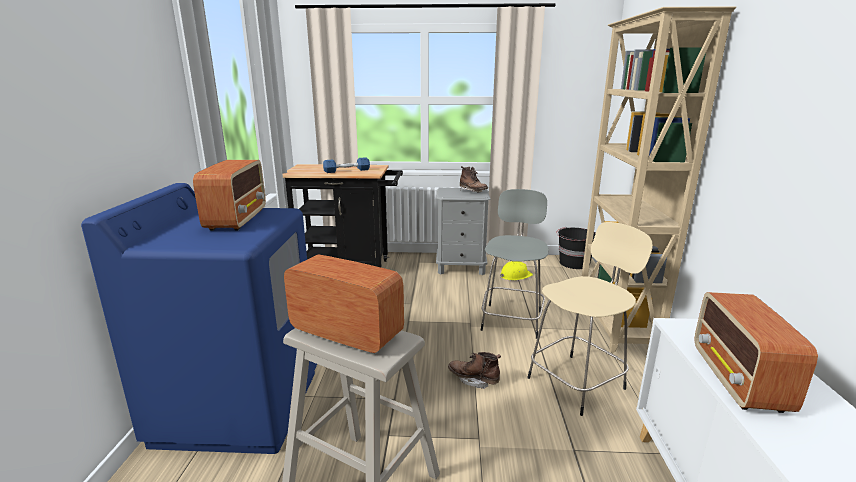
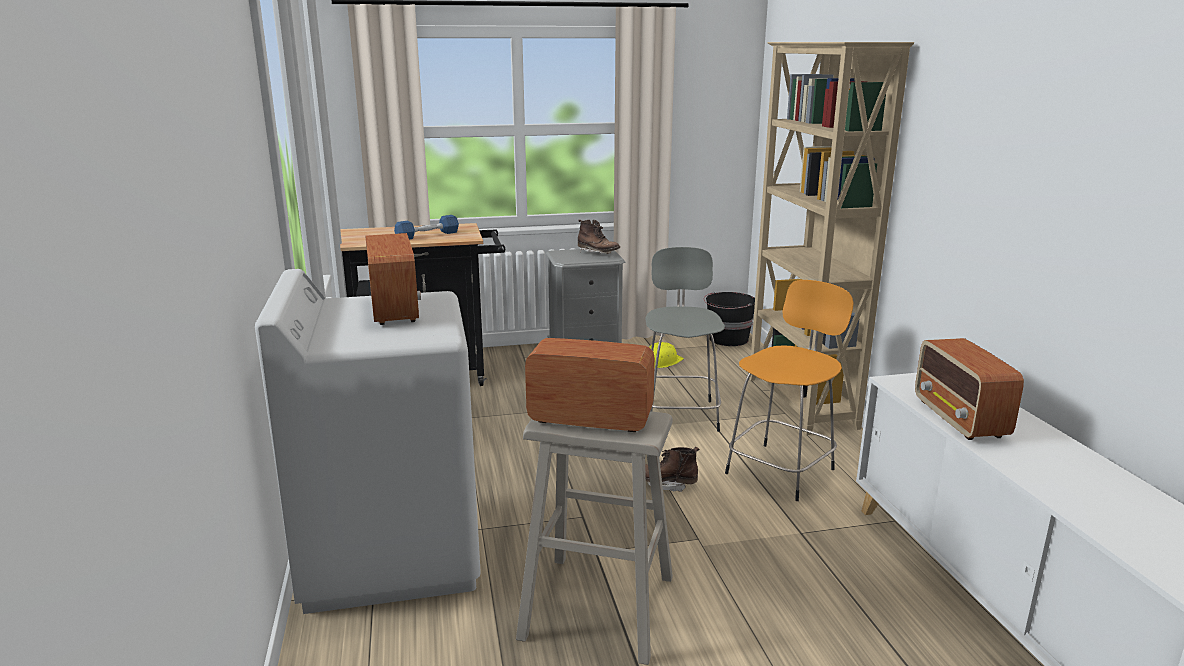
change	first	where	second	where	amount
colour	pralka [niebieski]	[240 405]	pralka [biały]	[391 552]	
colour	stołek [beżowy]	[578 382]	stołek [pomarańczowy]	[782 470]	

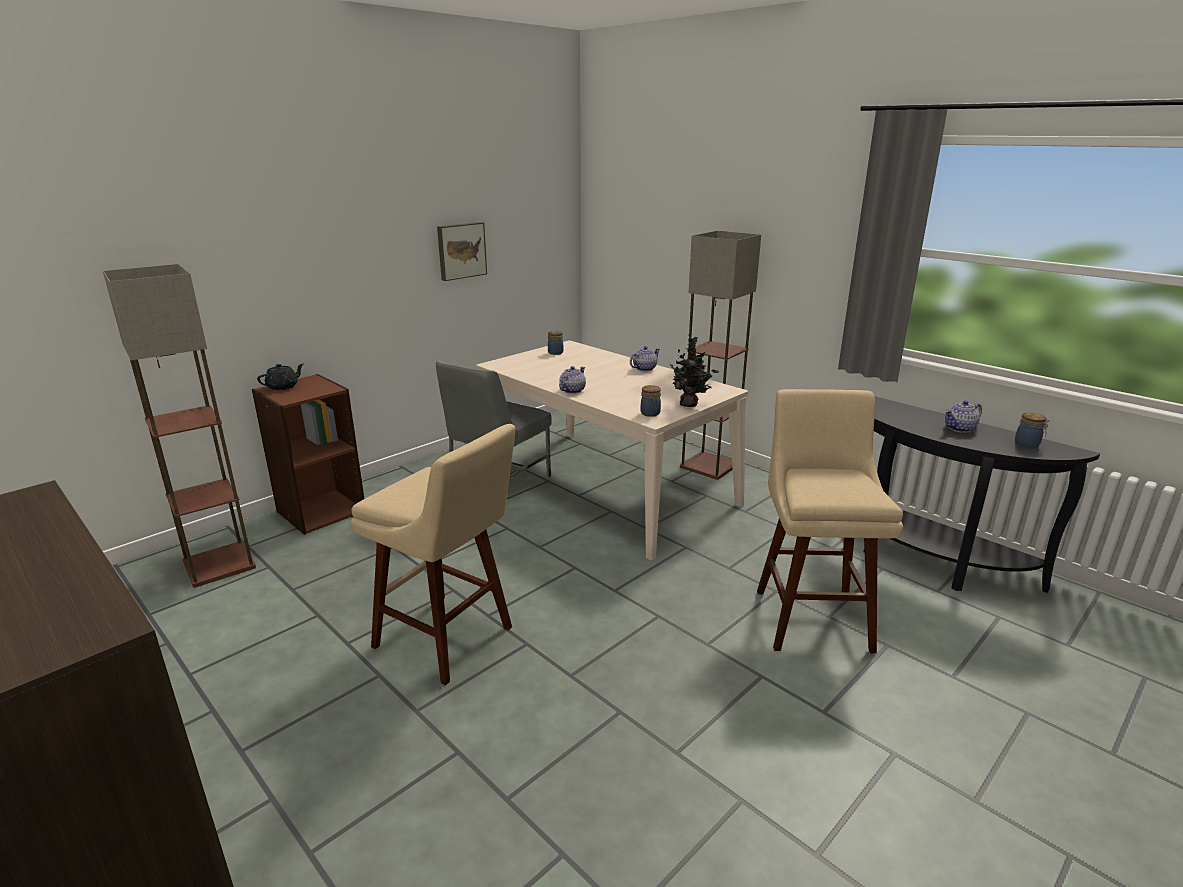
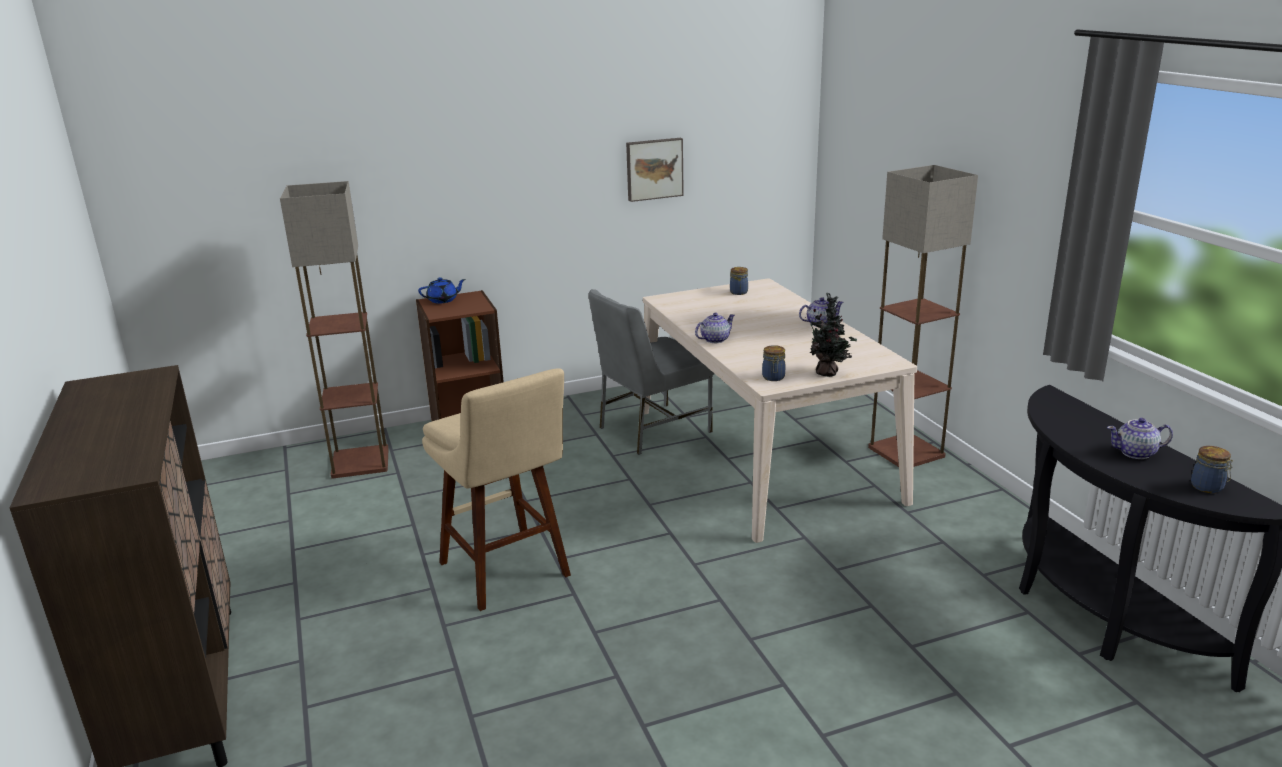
change	first	where	second	where	amount
missing	stołek [beżowy]	[810 614]			
colour	imbryk [czarny]	[283 386]	imbryk [niebieski]	[443 300]	

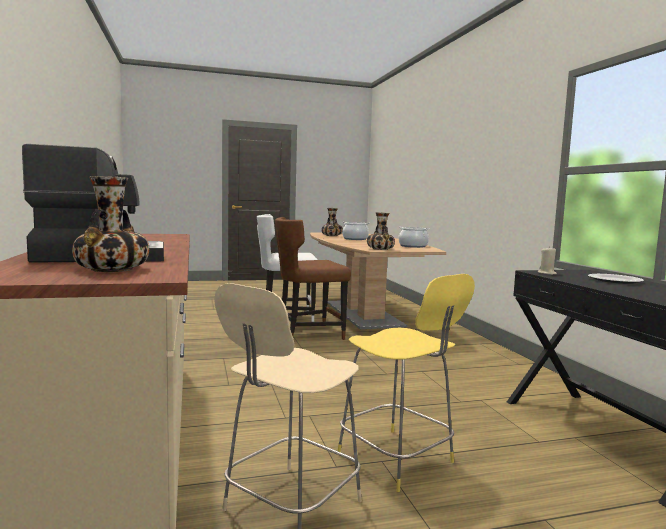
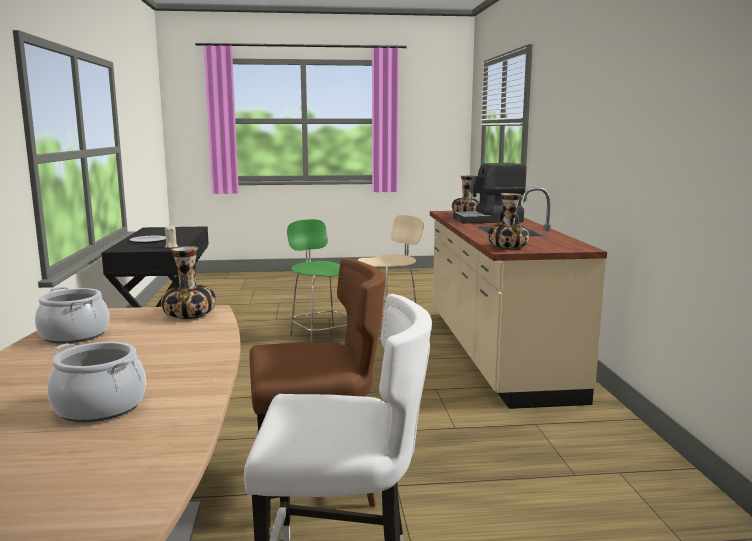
change	first	where	second	where	amount
relocated	wazon	[332 235]		[507 247]	
colour	stołek [żółty]	[398 460]	stołek [zielony]	[321 337]	

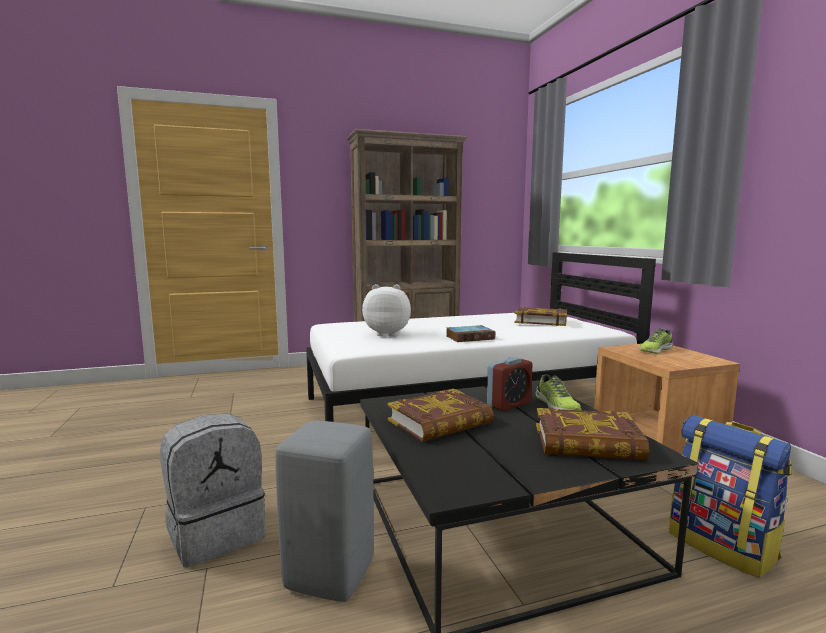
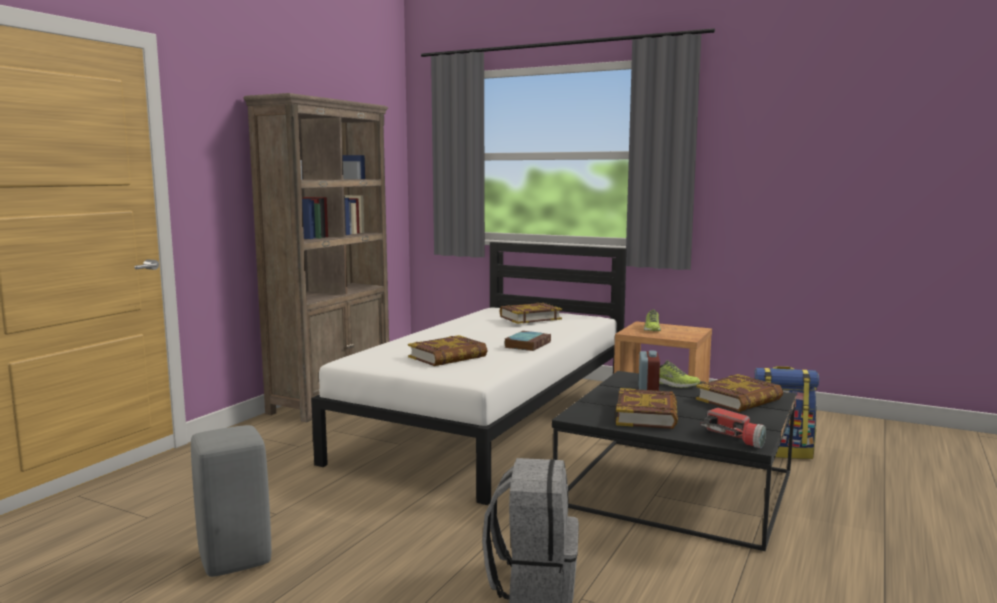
change	first	where	second	where	amount
appeared			latarka	[734 438]	
relocated	stołek [szary]	[328 576]		[234 560]	
exchanged	pluszak	[388 334]	książka	[448 357]	

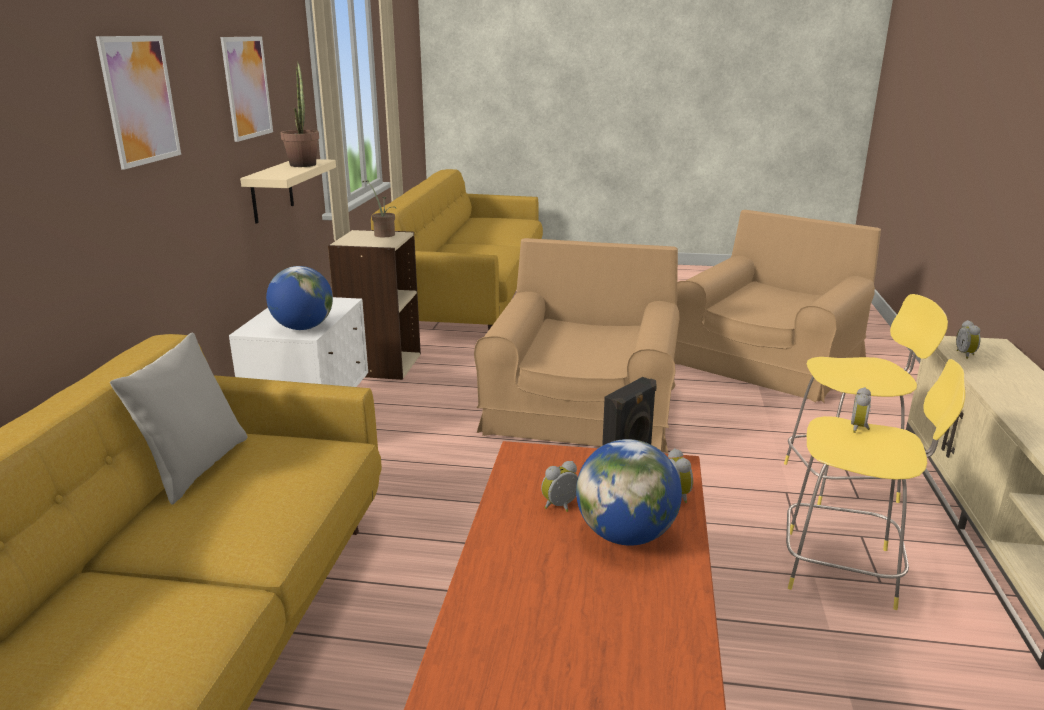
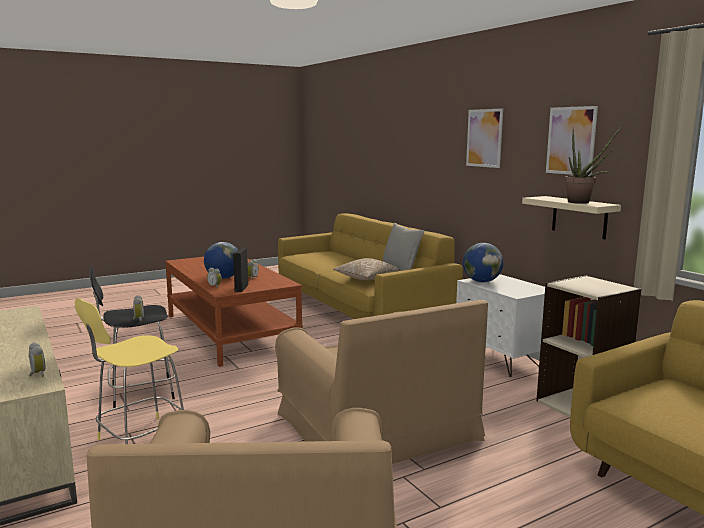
change	first	where	second	where	amount
missing	roślina doniczkowa	[383 234]			
appeared			poduszka	[366 279]	
colour	stołek [żółty]	[844 569]	stołek [czarny]	[139 392]	

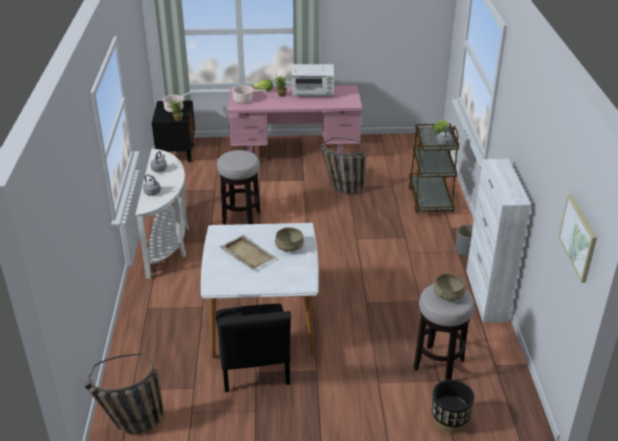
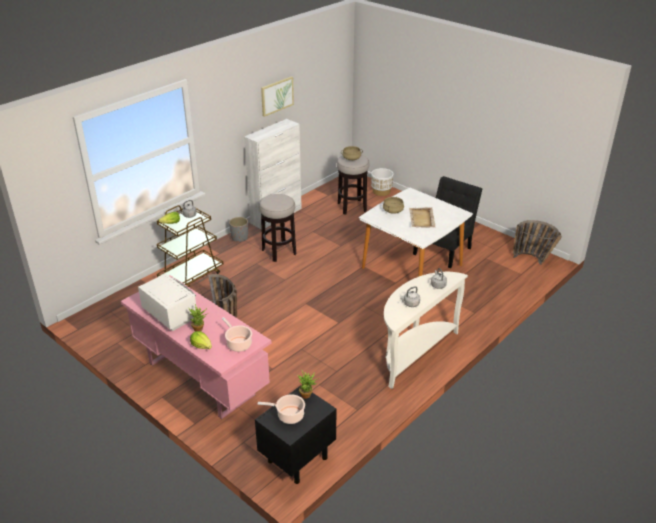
change	first	where	second	where	amount
relocated	stołek	[241 218]		[279 252]	
relocated	obraz	[578 237]		[277 96]	
colour	donica [czarny]	[449 421]	donica [biały]	[381 191]	

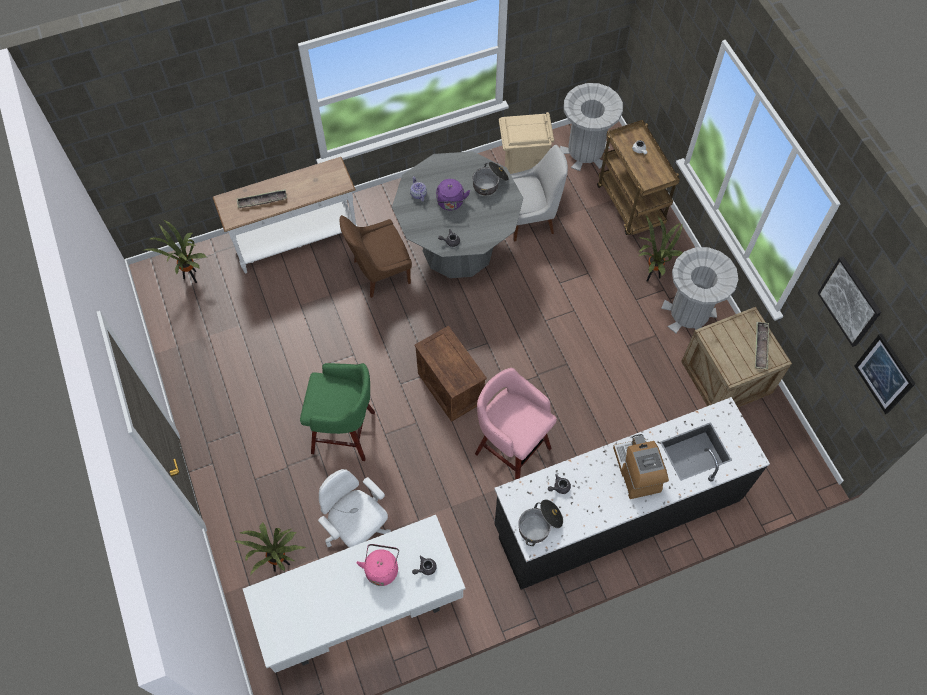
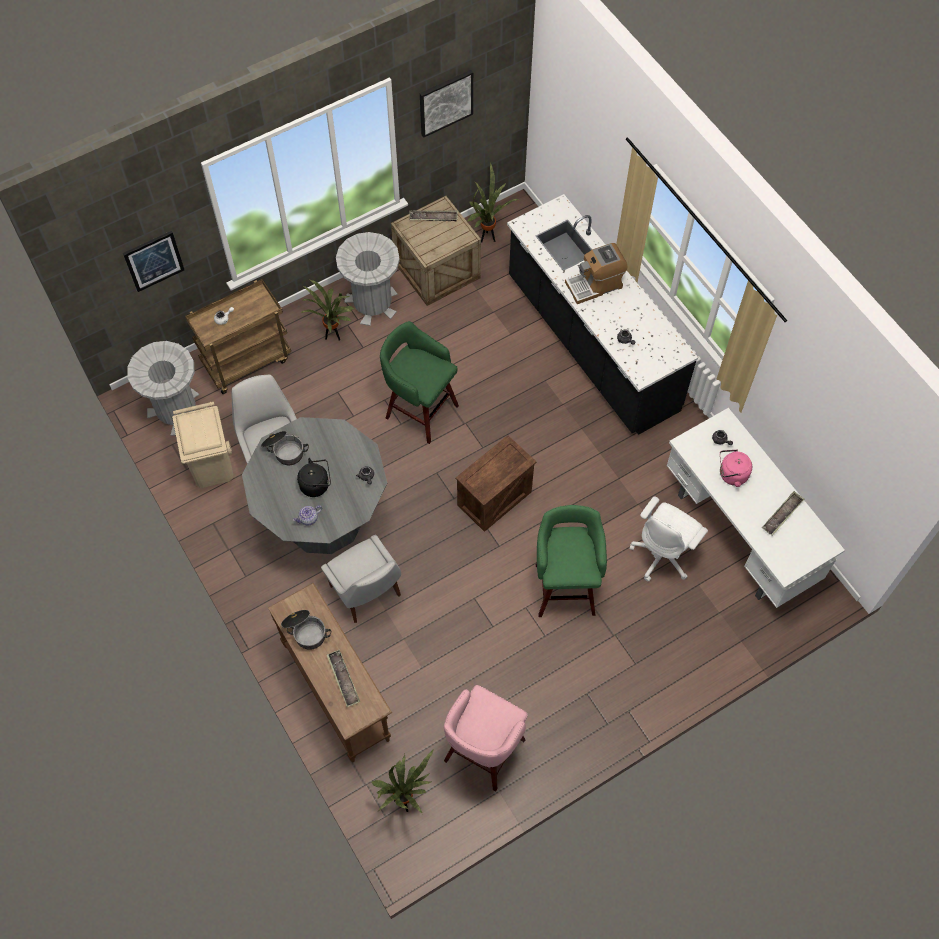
change	first	where	second	where	amount
appeared			stołek [zielony]	[420 410]	
appeared			taca	[782 515]	
relocated	roślina doniczkowa	[281 564]		[488 237]	
relocated	stołek [różowy]	[511 449]		[483 752]	
relocated	garnek	[540 525]		[305 631]	
relocated	obraz	[885 373]		[153 260]	
colour	stolik konsolowy [biały]	[297 242]	stolik konsolowy [brązowy]	[337 691]	
colour	krzesło [brązowy]	[379 273]	krzesło [biały]	[367 593]	
colour	czajnik [fioletowy]	[450 203]	czajnik [czarny]	[316 485]	

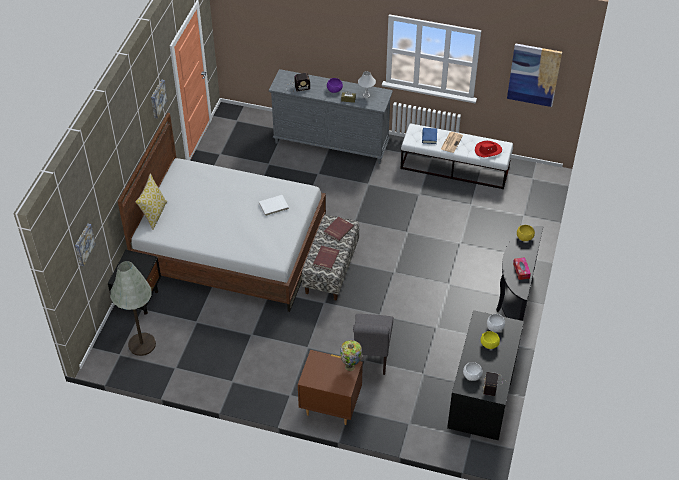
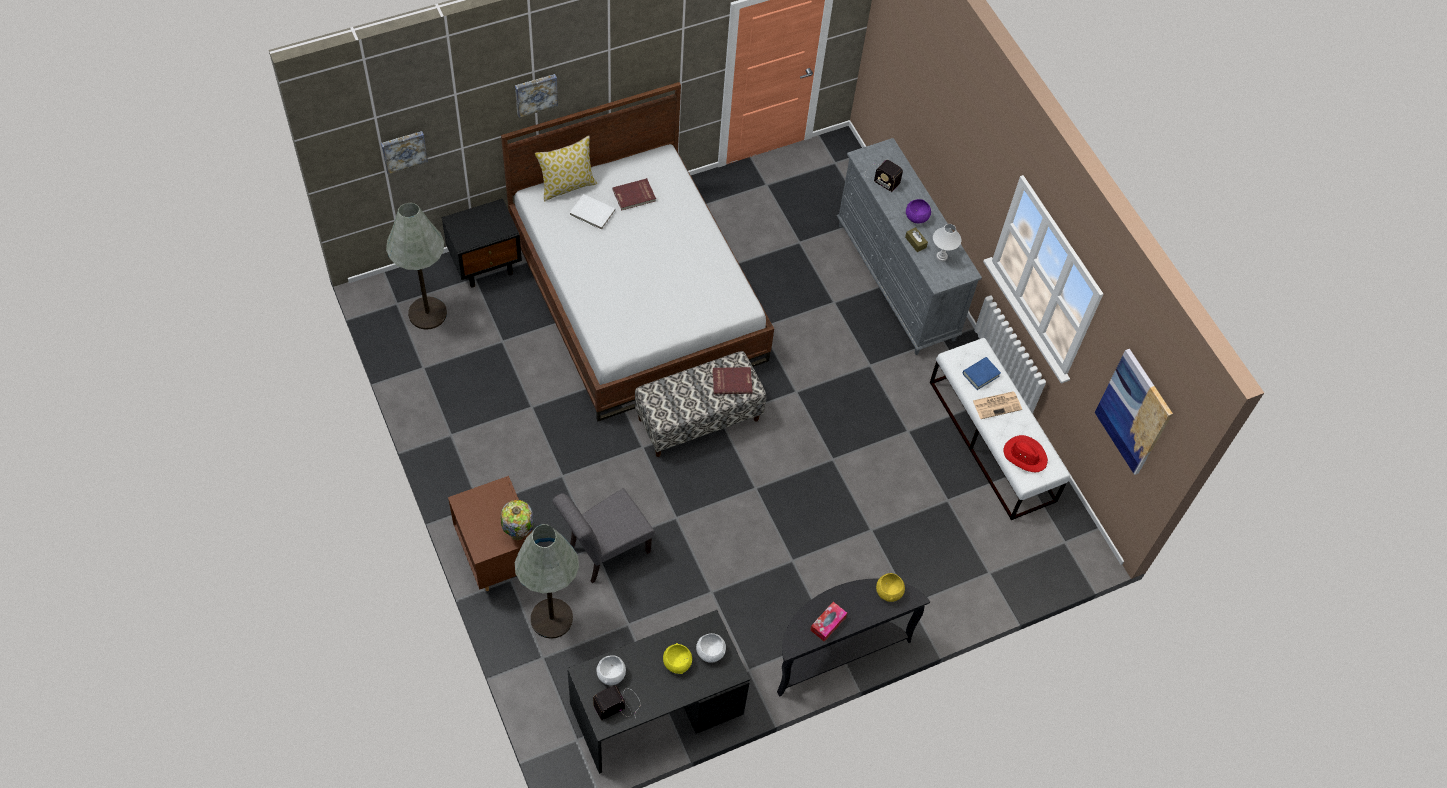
change	first	where	second	where	amount
appeared			lampa stojąca [szary]	[551 618]	
relocated	obraz	[157 98]		[535 94]	
relocated	książka [biały]	[274 206]		[592 213]	
relocated	książka [czerwony]	[326 259]		[634 196]	

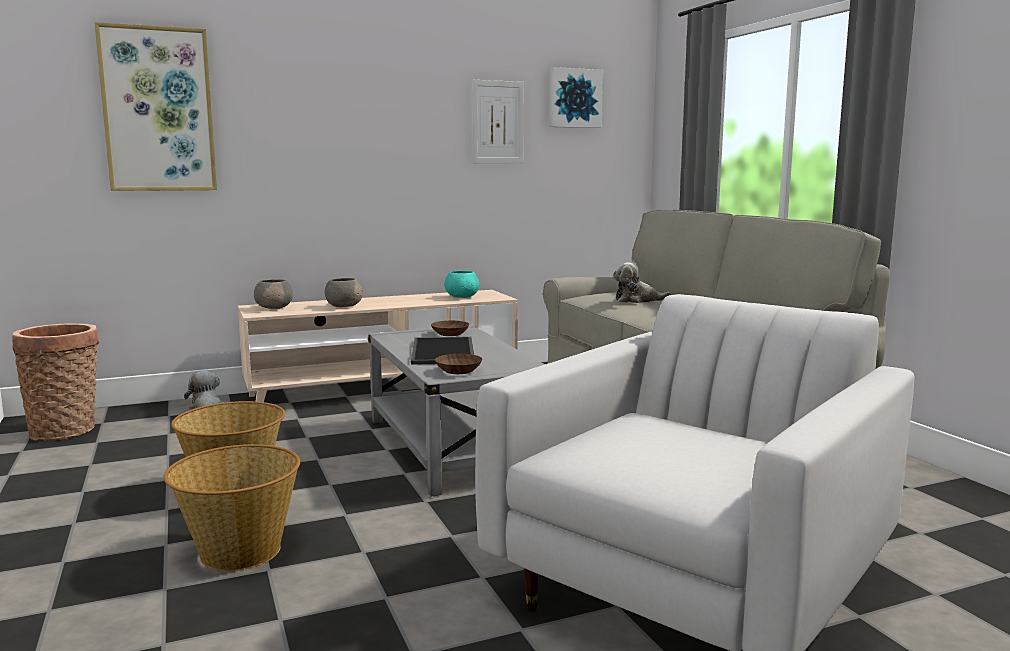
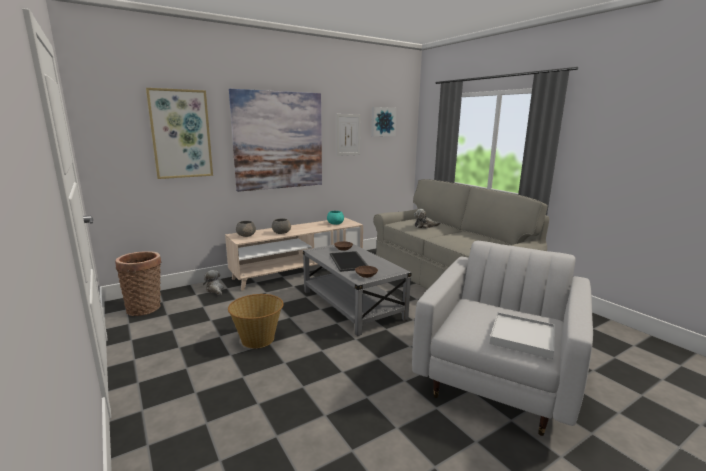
change	first	where	second	where	amount
missing	koszyk	[239 551]			
appeared			obraz	[279 141]	
appeared			taca [biały]	[522 337]	

